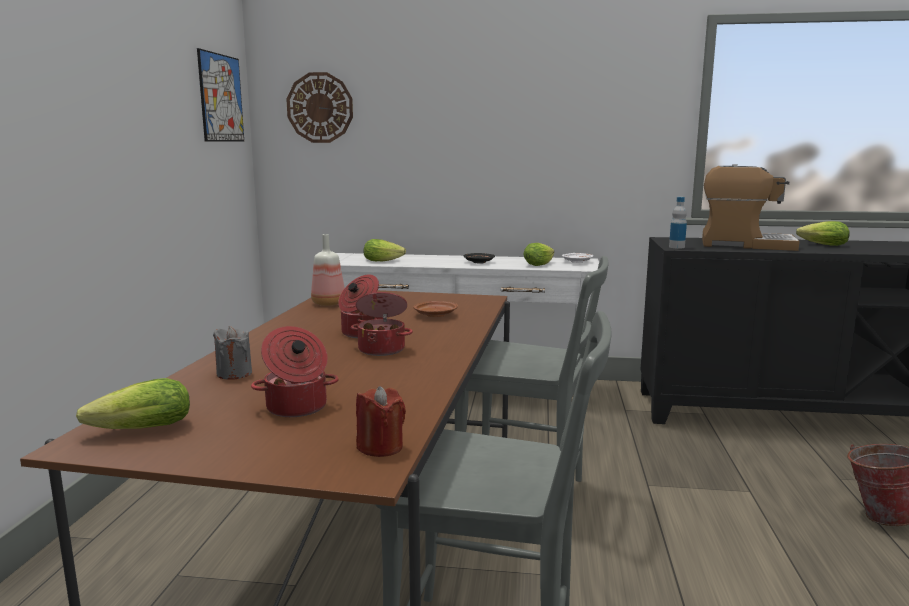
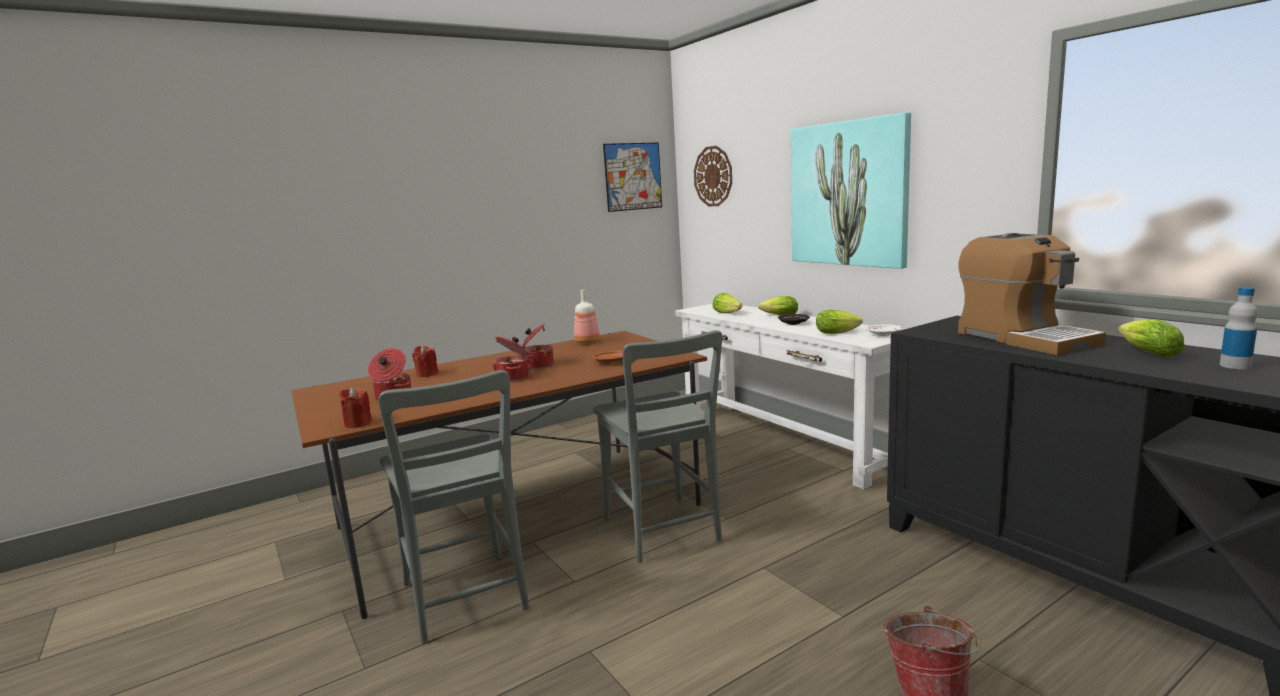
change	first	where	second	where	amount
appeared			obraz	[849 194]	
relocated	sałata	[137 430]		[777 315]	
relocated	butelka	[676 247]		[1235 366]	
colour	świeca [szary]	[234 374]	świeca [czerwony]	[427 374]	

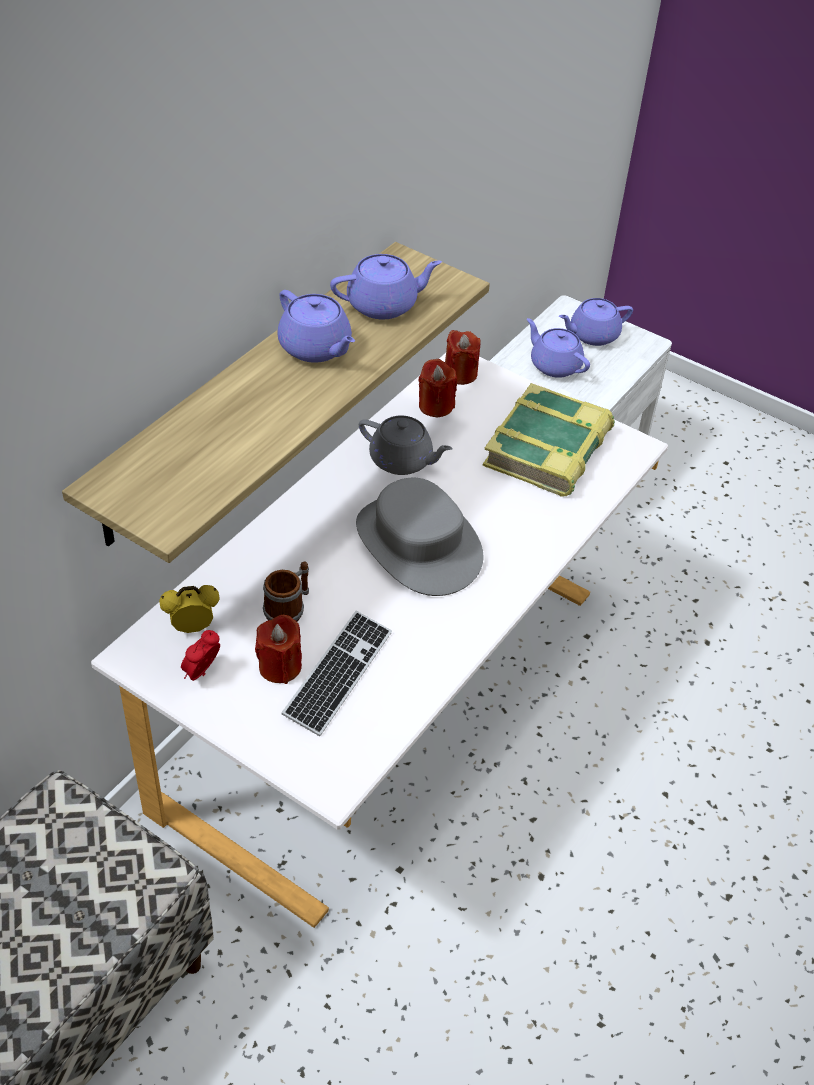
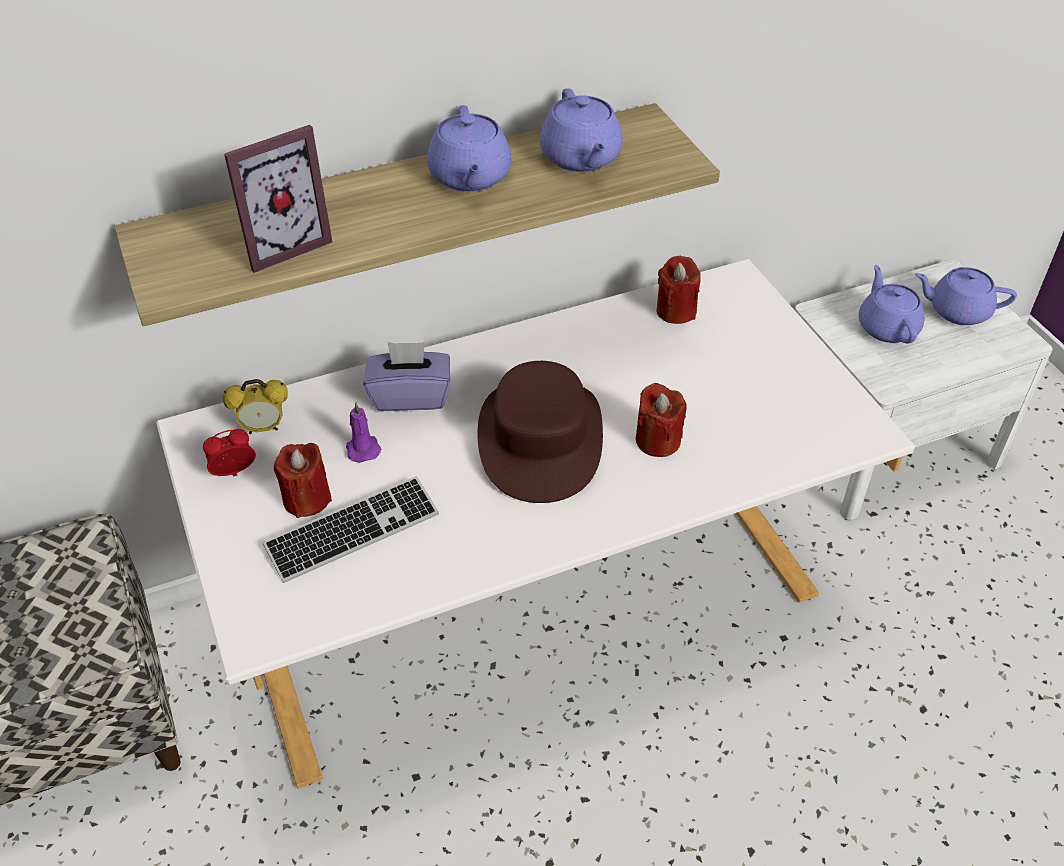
change	first	where	second	where	amount
missing	imbryk [szary]	[402 461]			
missing	książka	[549 450]			
appeared			ramka na zdjęcie	[282 244]	
appeared			pudełko chusteczek [fioletowy]	[410 396]	
relocated	świeca [czerwony]	[460 374]		[658 440]	
exchanged	kubek	[289 609]	świeca [fioletowy]	[362 448]	
colour	kapelusz [szary]	[417 544]	kapelusz [brązowy]	[540 439]	
spun	budzik	[192 628]		[263 428]	150 degrees clockwise
spun	imbryk [fioletowy]	[384 305]		[581 158]	60 degrees clockwise

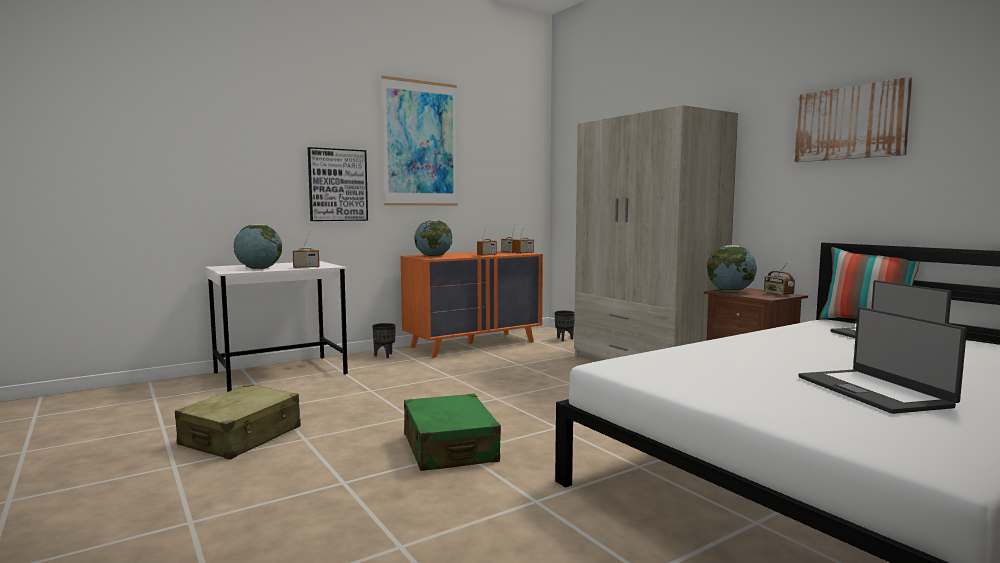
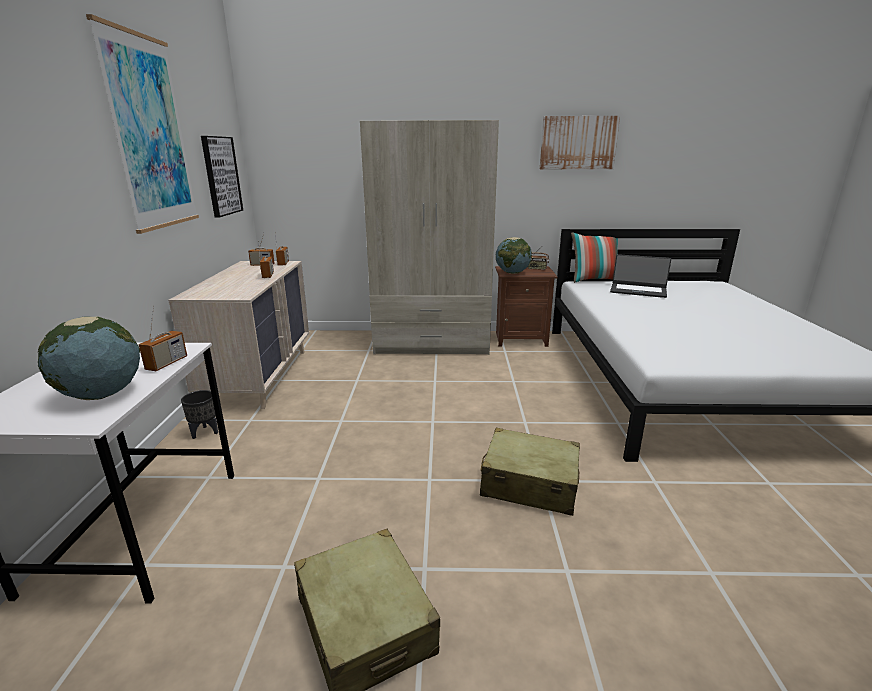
change	first	where	second	where	amount
missing	globus	[433 256]			
missing	donica [czarny]	[564 339]			
missing	laptop	[873 391]			
relocated	obraz	[337 185]		[221 176]	
colour	komoda [pomarańczowy]	[474 344]	komoda [beżowy]	[260 376]	
colour	walizka [zielony]	[450 448]	walizka [beżowy]	[529 484]	

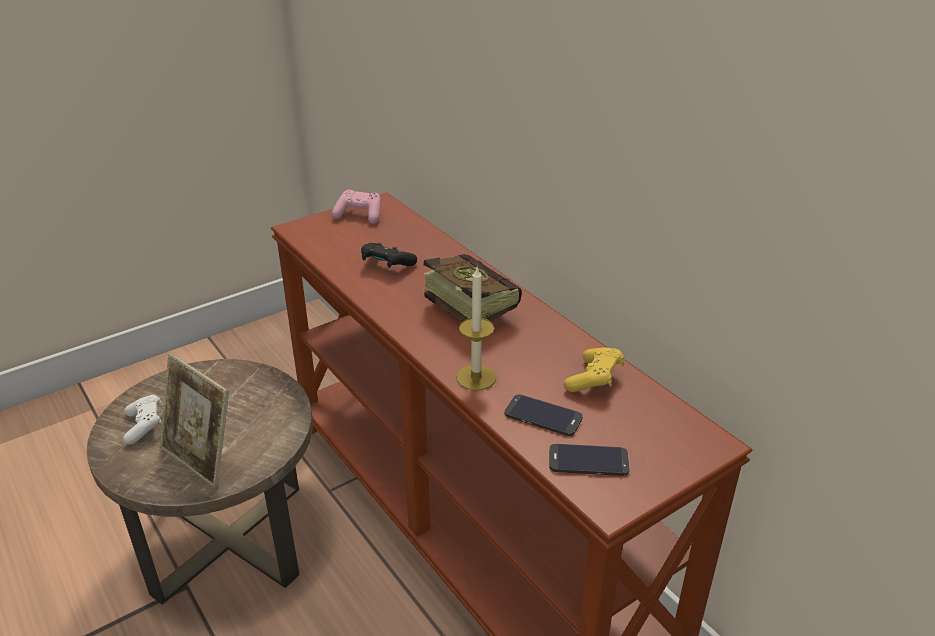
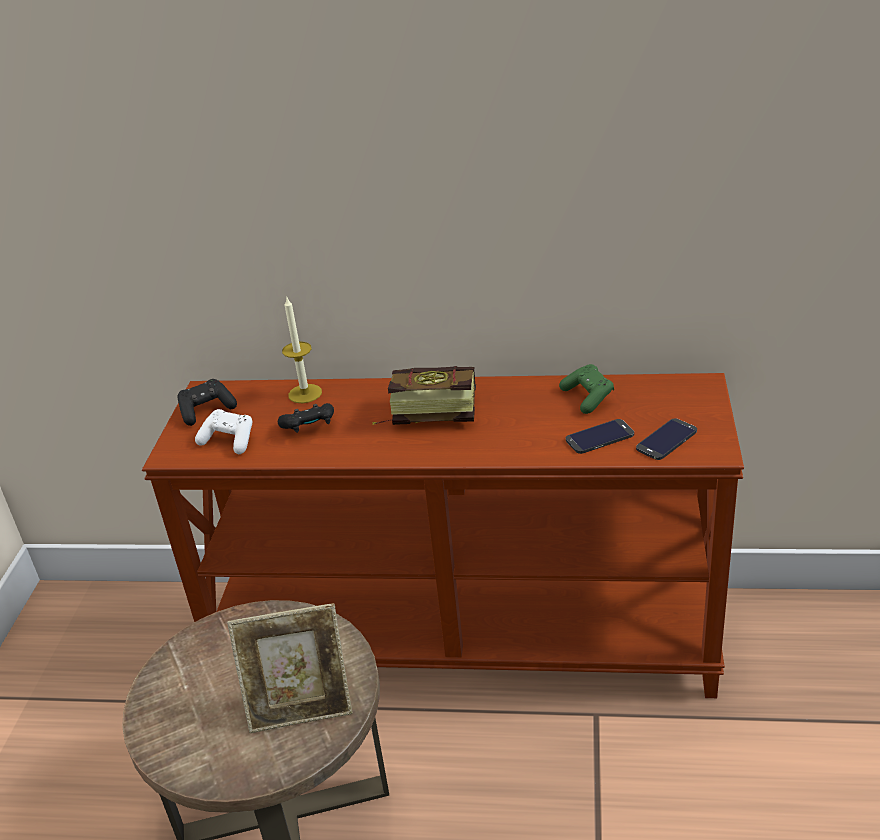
change	first	where	second	where	amount
relocated	pad do gier [biały]	[145 426]		[229 440]	
relocated	świeca	[476 377]		[305 393]	
colour	pad do gier [różowy]	[359 215]	pad do gier [czarny]	[206 410]	
colour	pad do gier [żółty]	[594 380]	pad do gier [zielony]	[588 397]	

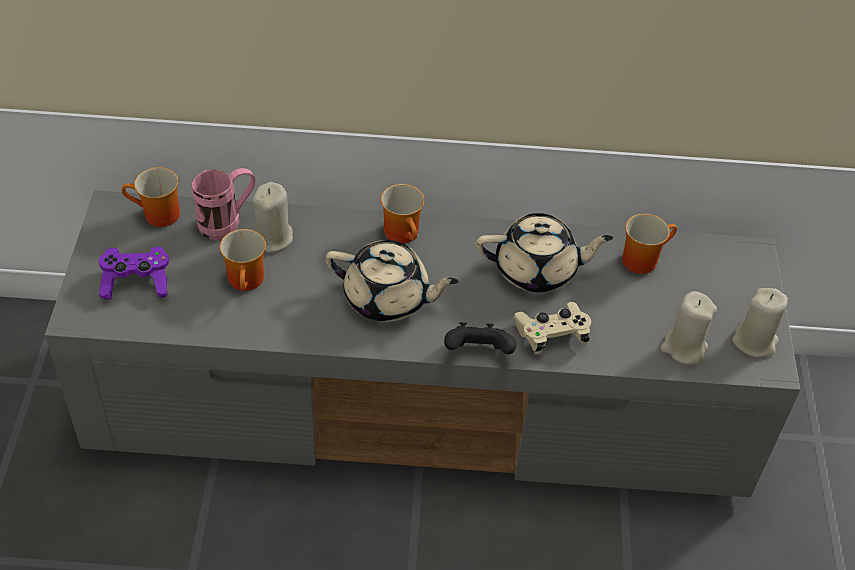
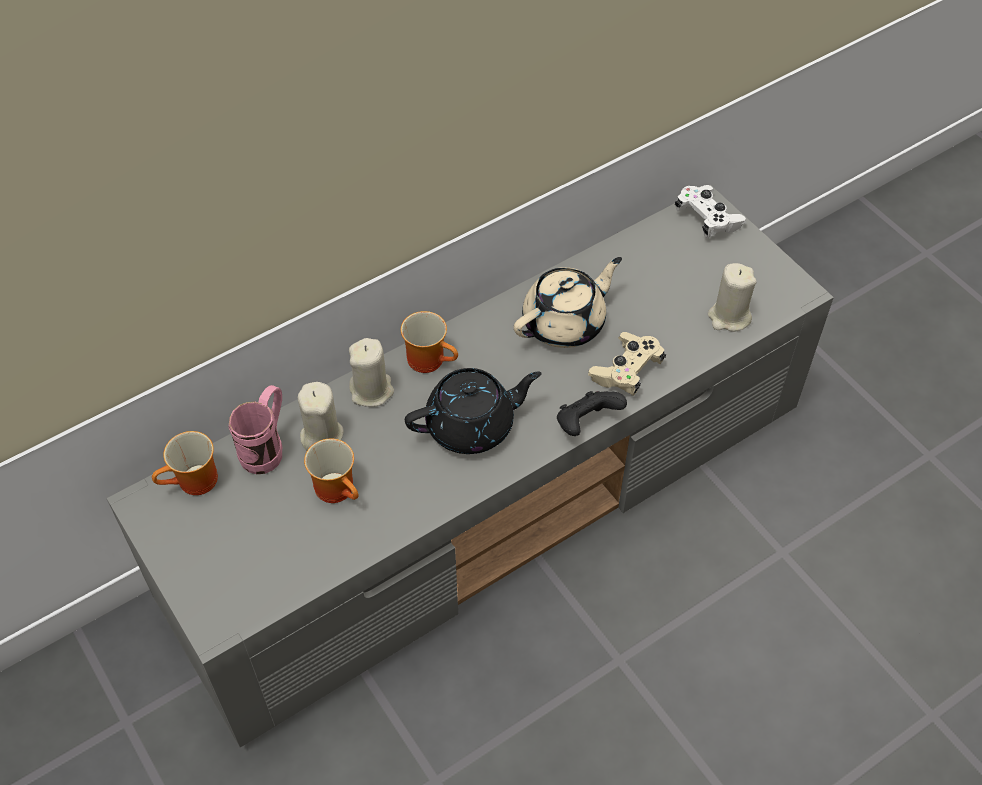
change	first	where	second	where	amount
missing	pad do gier [fioletowy]	[136 282]			
missing	kubek	[641 258]			
appeared			pad do gier [biały]	[707 219]	
relocated	świeca [beżowy]	[754 341]		[372 390]	
colour	imbryk [beżowy]	[388 298]	imbryk [czarny]	[472 425]	

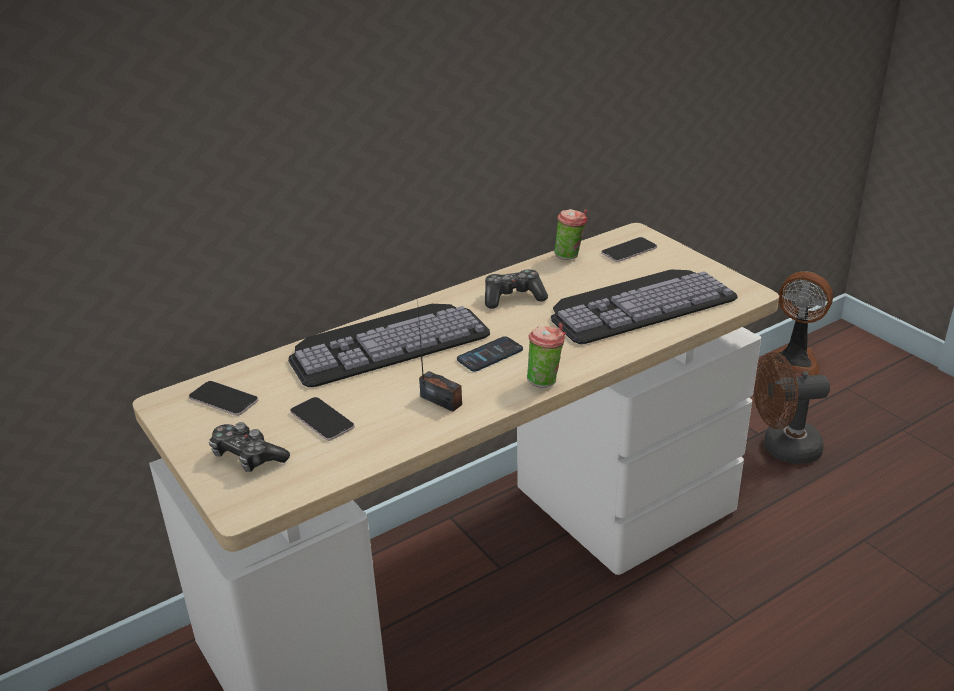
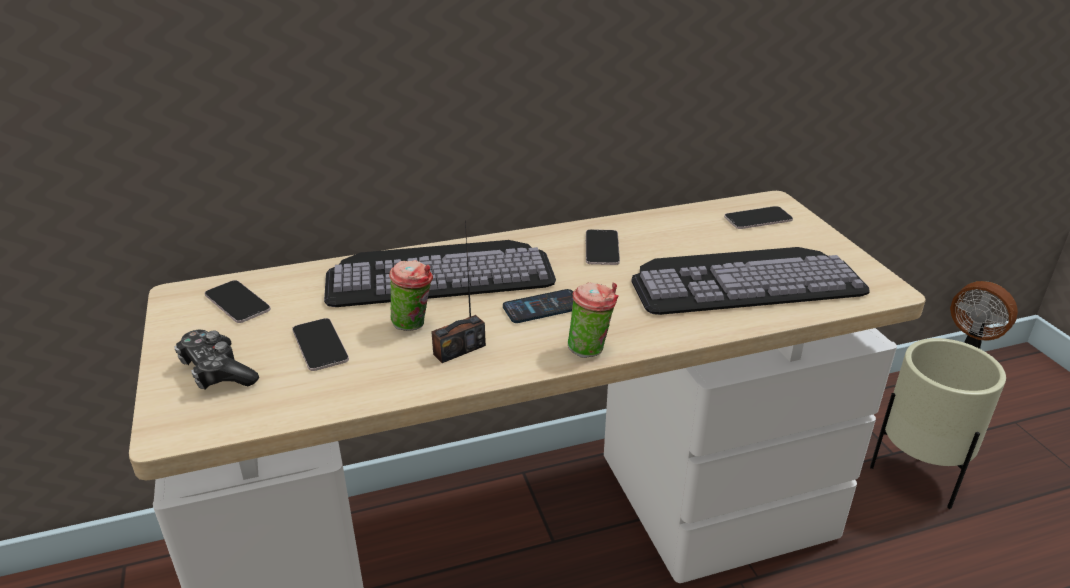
change	first	where	second	where	amount
relocated	filiżanka	[570 256]		[414 325]	
exchanged	pad do gier	[513 297]	telefon	[602 248]	
exchanged	wentylator [brązowy]	[782 448]	donica [beżowy]	[917 477]	
spun	radio	[440 401]		[459 350]	90 degrees clockwise

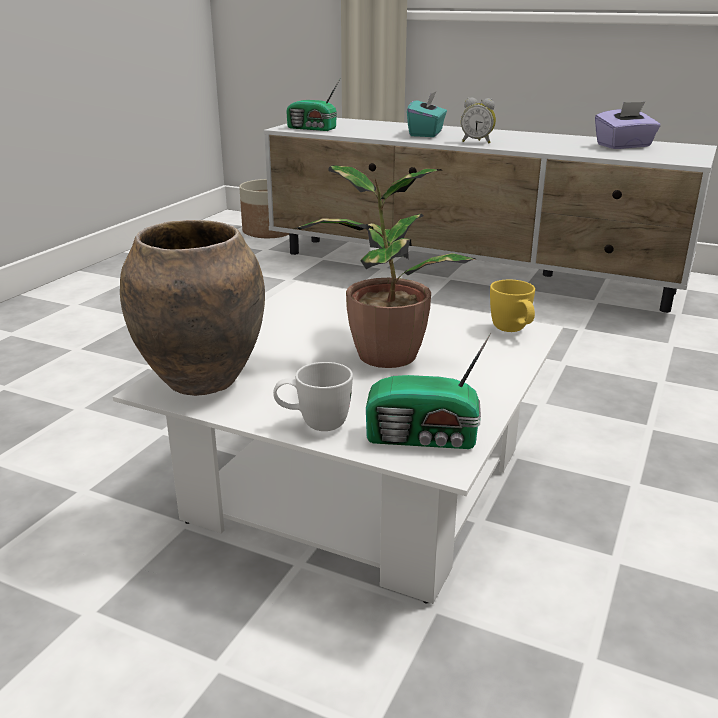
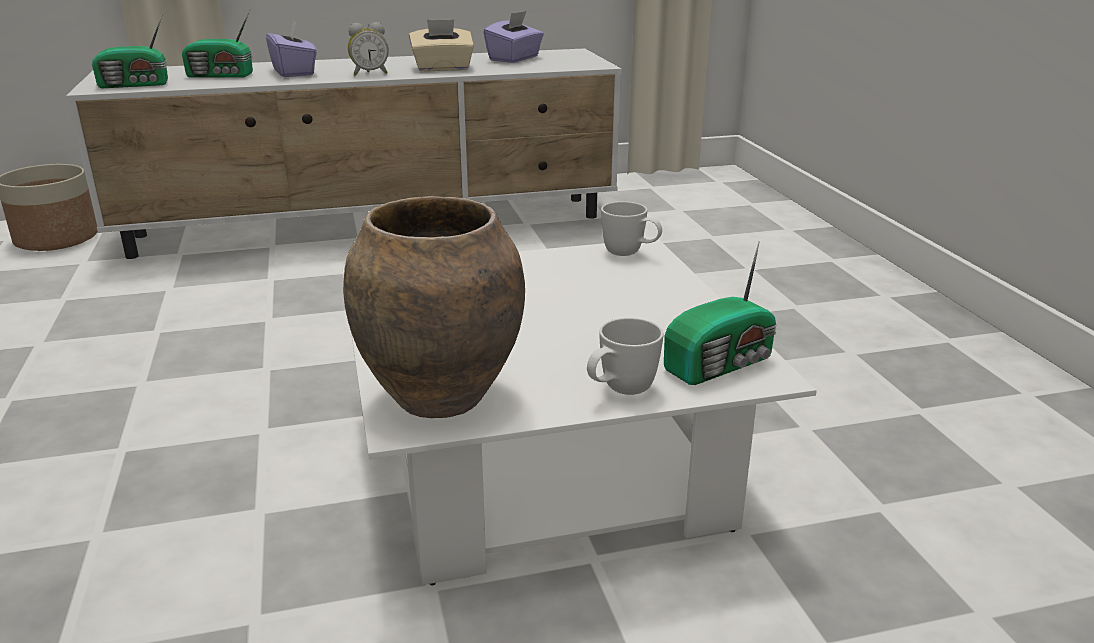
change	first	where	second	where	amount
missing	roślina doniczkowa	[382 354]			
appeared			radio	[221 75]	
appeared			pudełko chusteczek [beżowy]	[442 68]	
colour	pudełko chusteczek [turkusowy]	[426 134]	pudełko chusteczek [fioletowy]	[294 72]	
colour	kubek [żółty]	[513 331]	kubek [biały]	[630 254]	

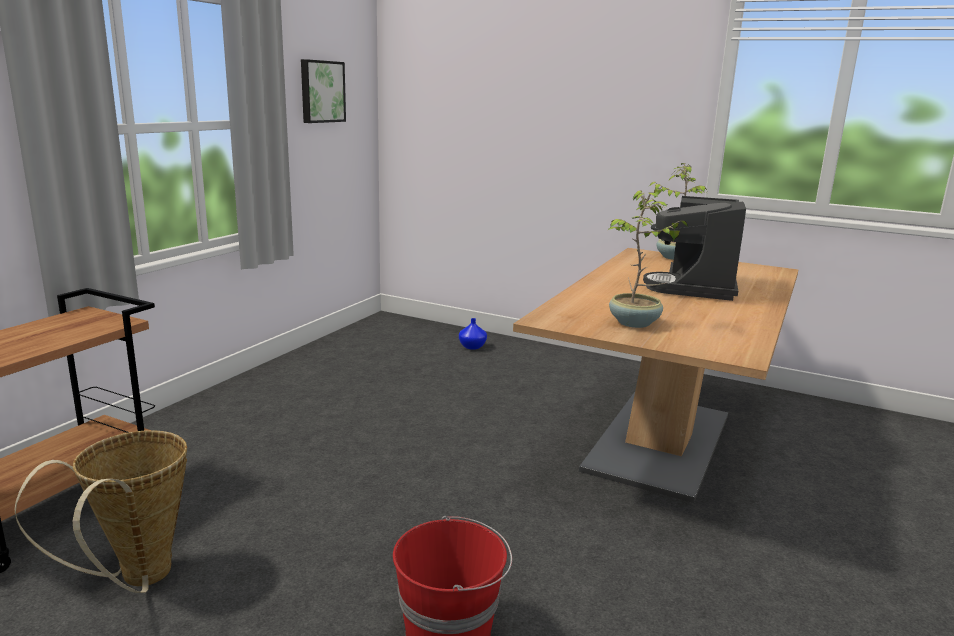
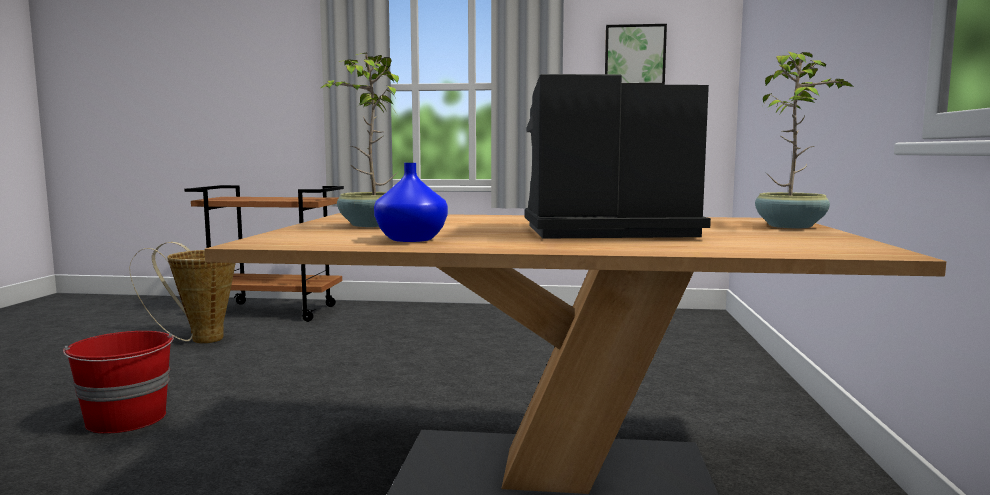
change	first	where	second	where	amount
relocated	wazon [niebieski]	[472 346]		[413 239]	

